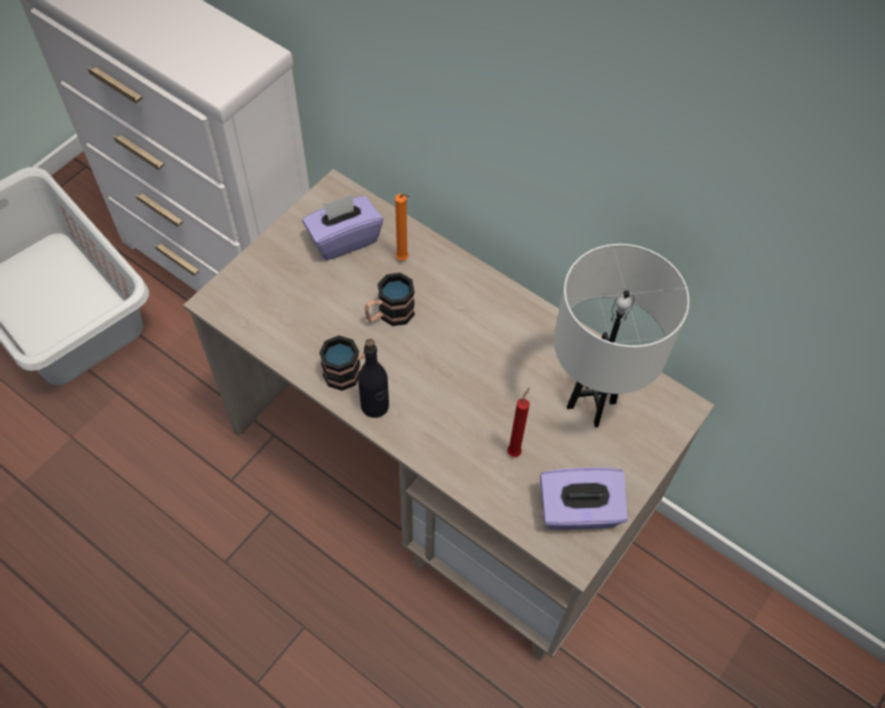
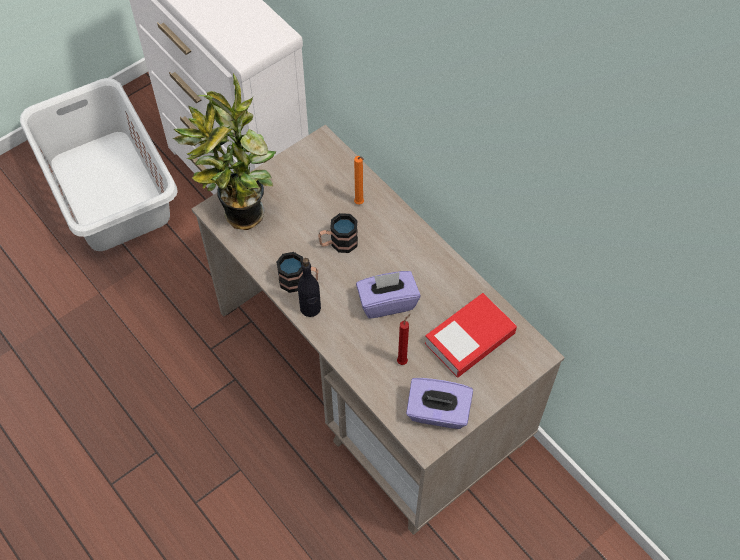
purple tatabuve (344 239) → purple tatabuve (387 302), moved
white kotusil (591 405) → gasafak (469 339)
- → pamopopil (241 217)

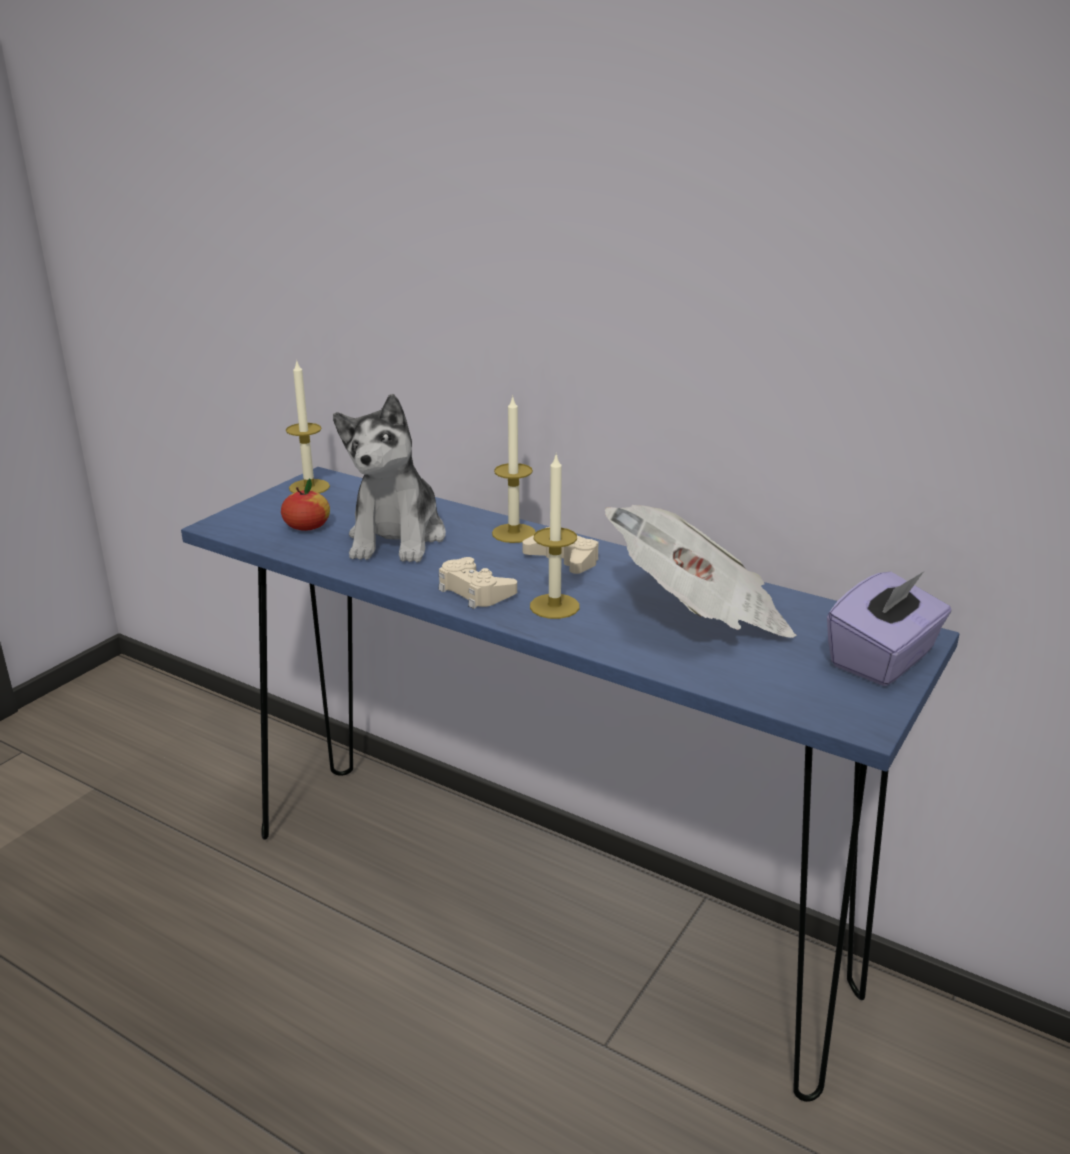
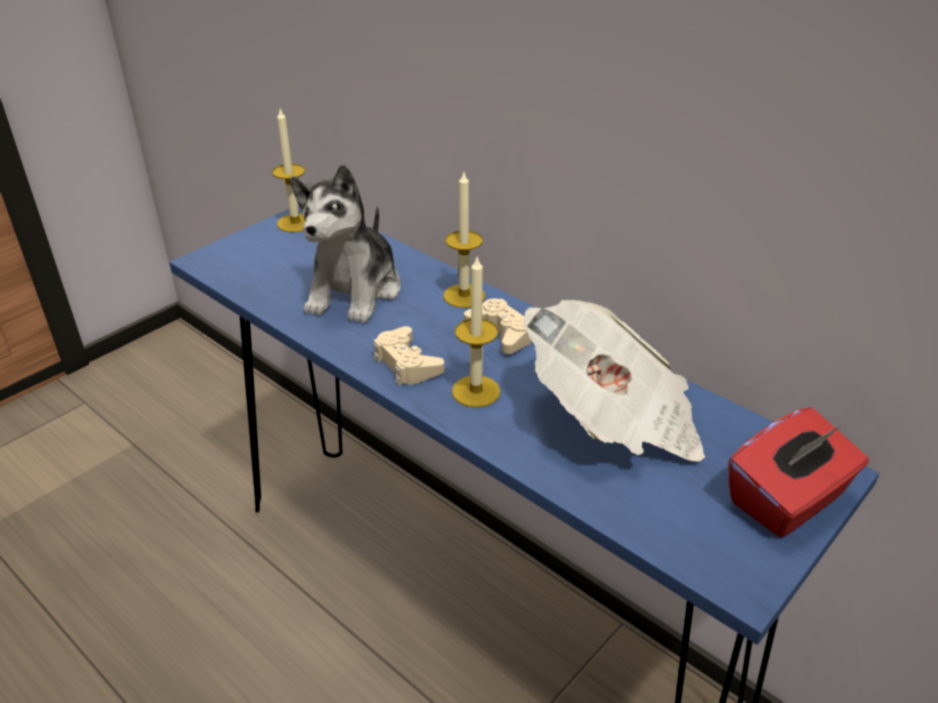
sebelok (307 526) → -
purple tatabuve (883 659) → red tatabuve (788 500)

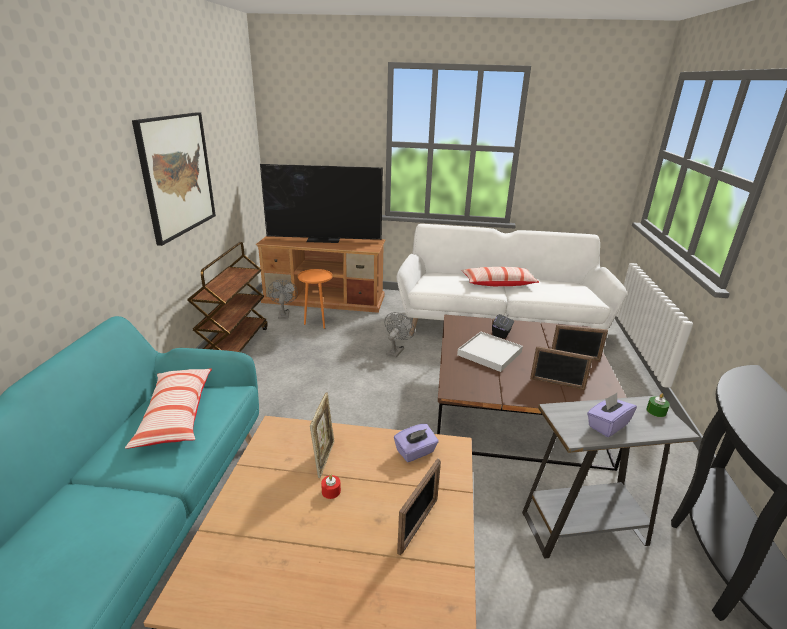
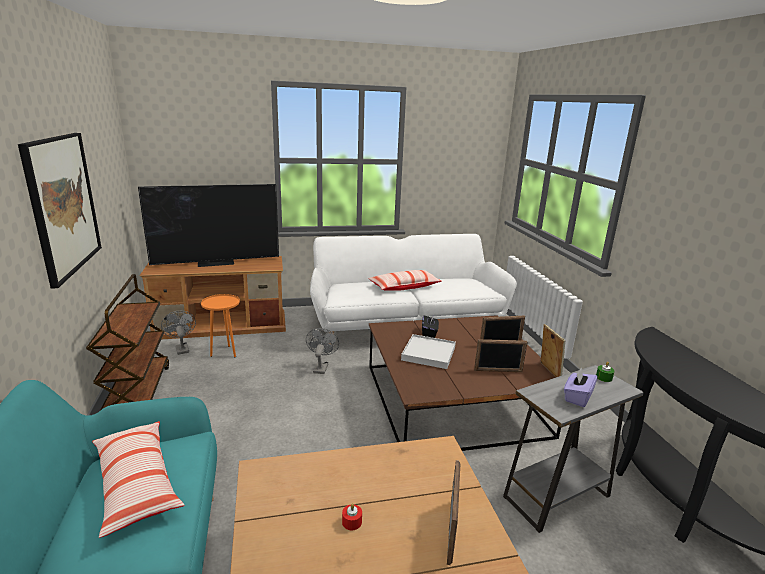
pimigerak (324 458) → pimigerak (548 371), moved
purple tatabuve (415 452) → -

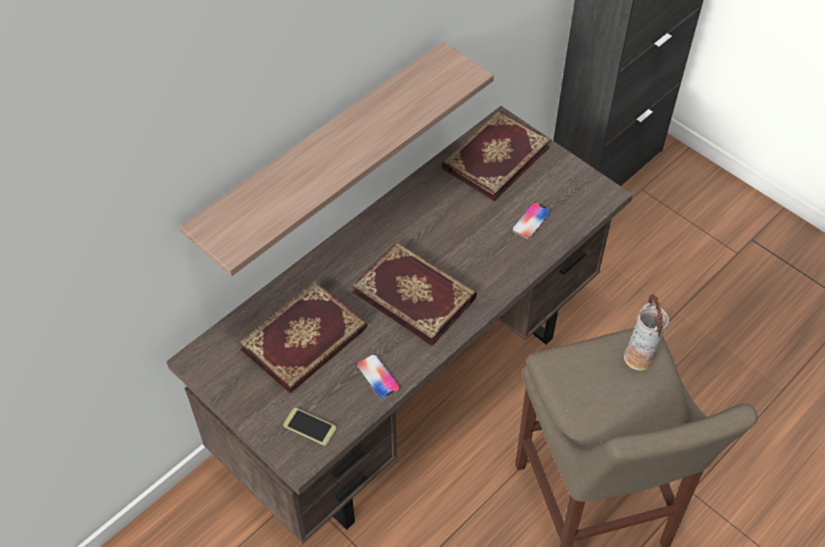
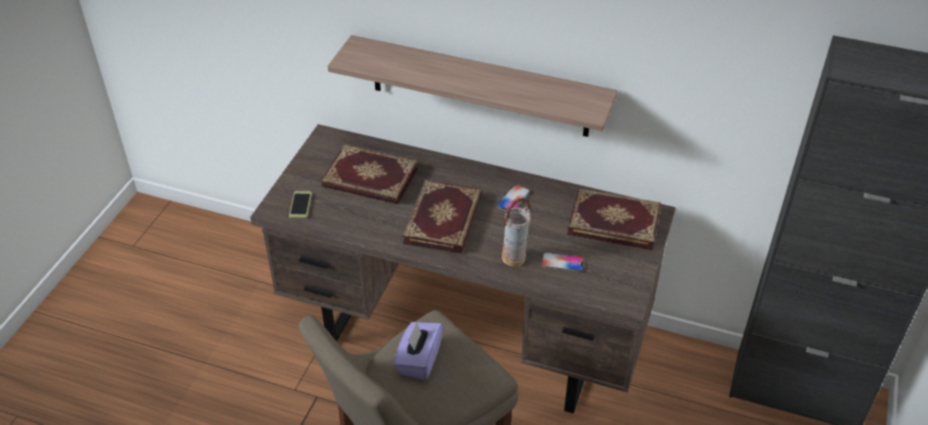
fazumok (639 358) → fazumok (514 259), moved
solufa (378 377) → solufa (513 199), moved
- → purple tatabuve (419 360)

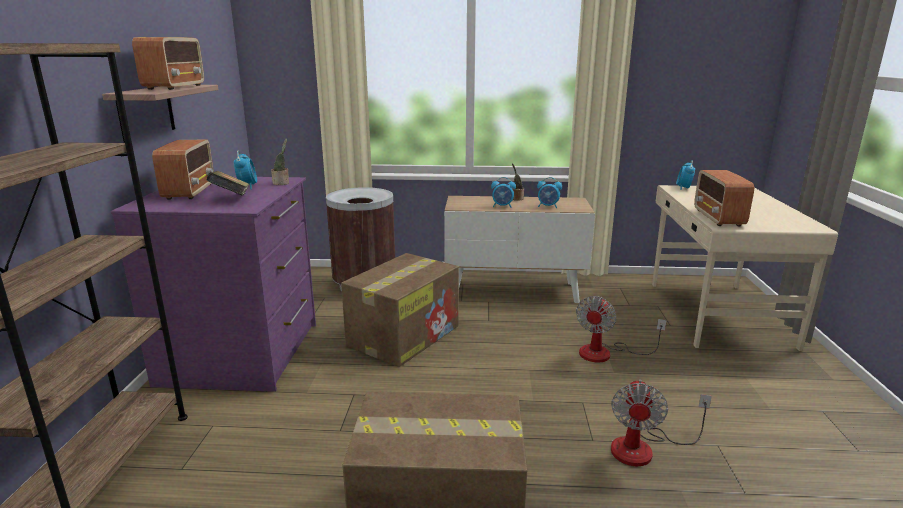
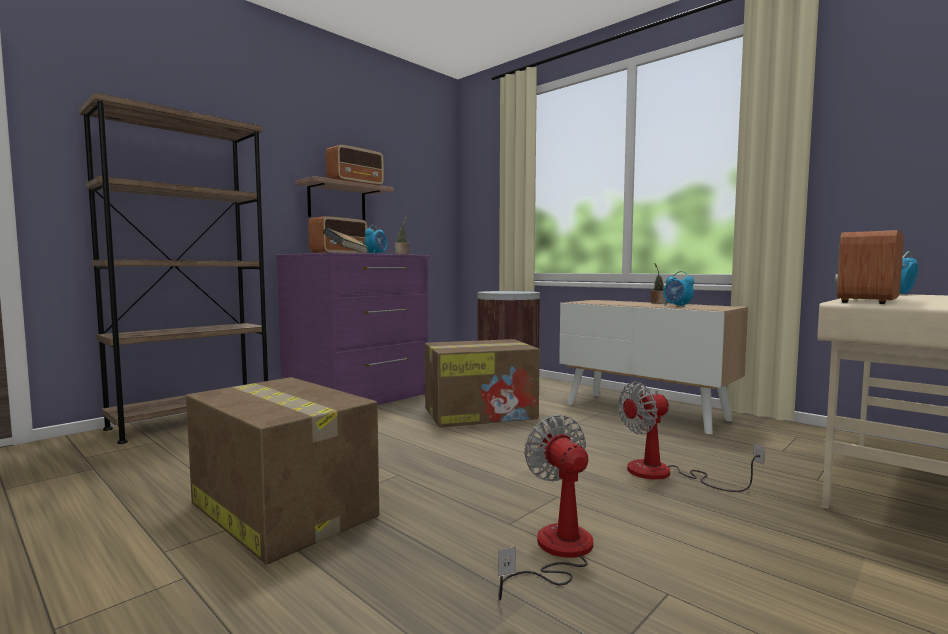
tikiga (502 206) → -
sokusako (644 448) → sokusako (555 552), 105 degrees clockwise

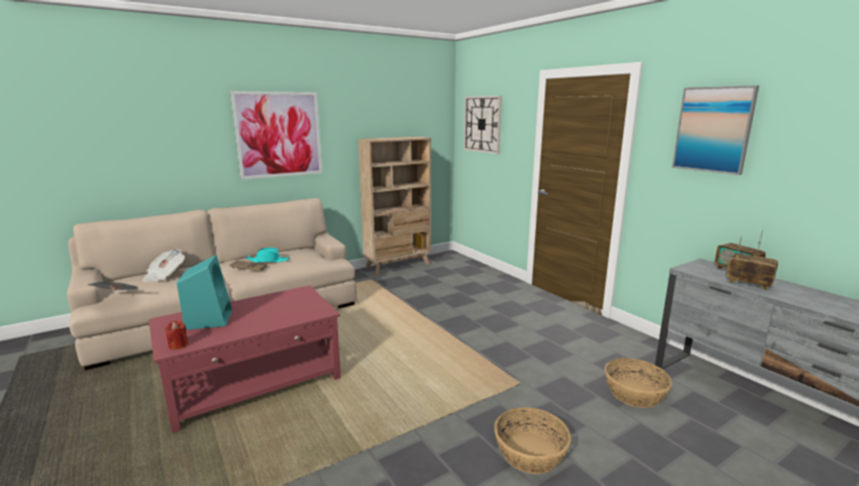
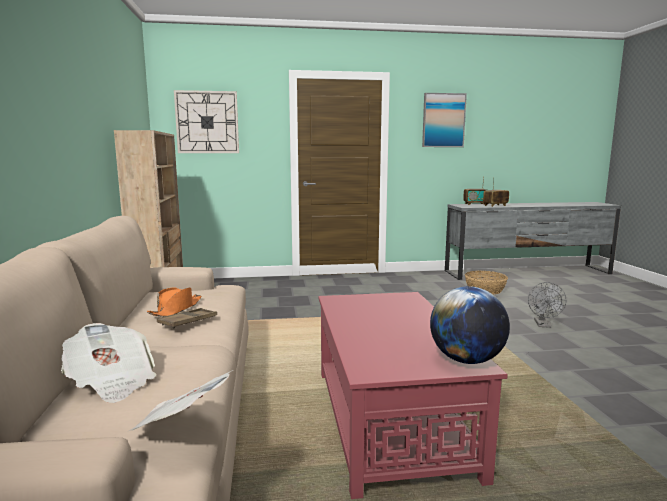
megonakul (279 135) → -
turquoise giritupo (268 261) → orange giritupo (176 309)
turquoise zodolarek (209 319) → -
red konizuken (178 345) → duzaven (466 360)
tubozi (531 453) → grey sokusako (543 325)

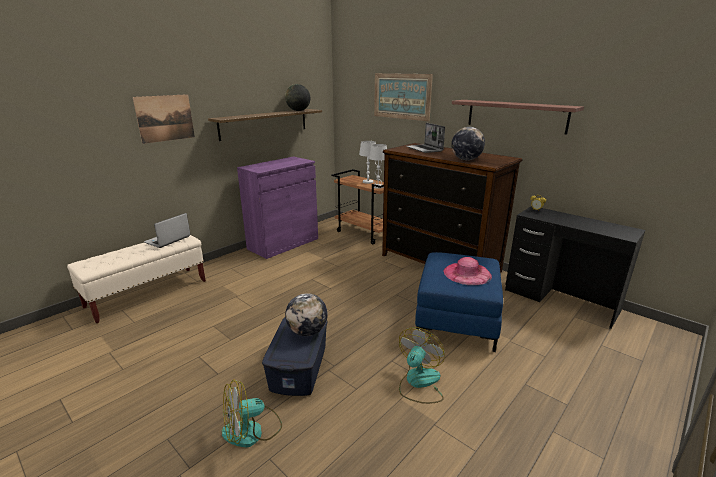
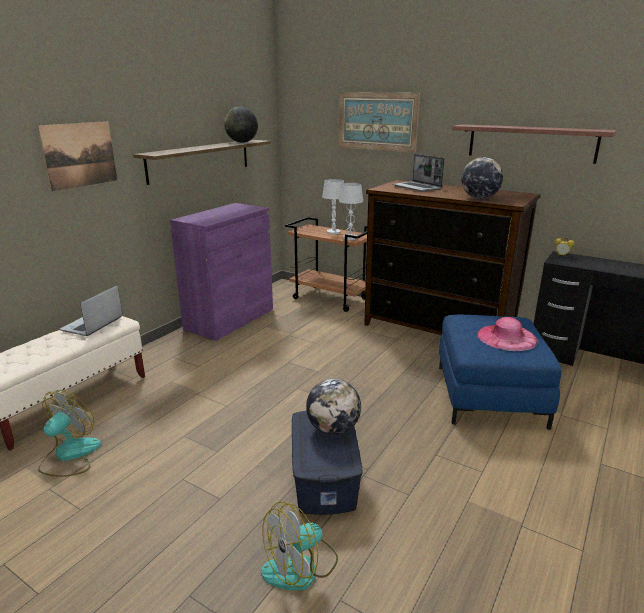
sokusako (419 383) → sokusako (69 455), moved

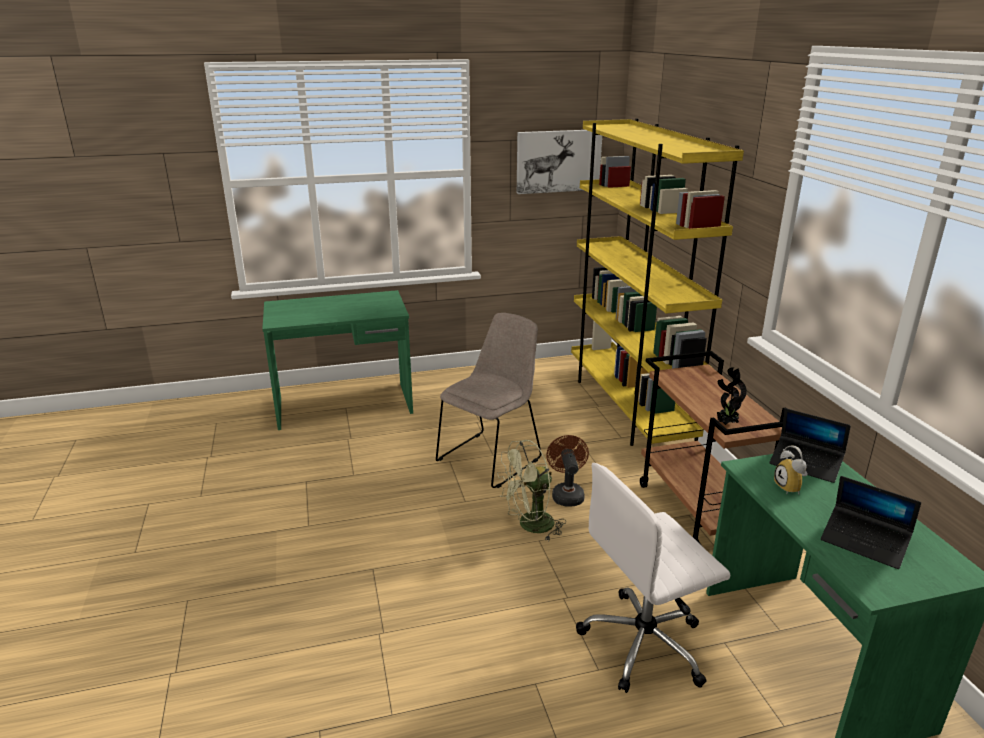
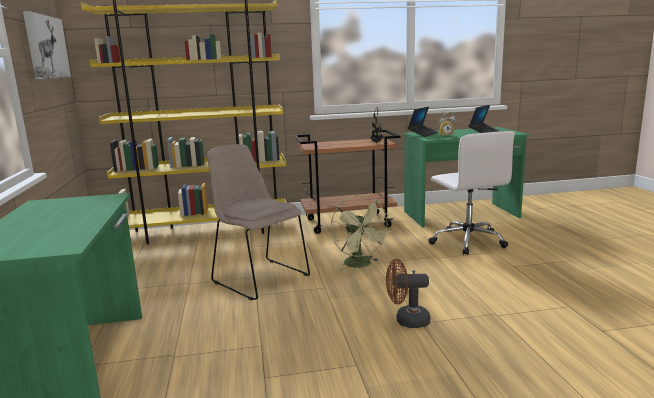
brown sokusako (566 494) → brown sokusako (407 321), moved

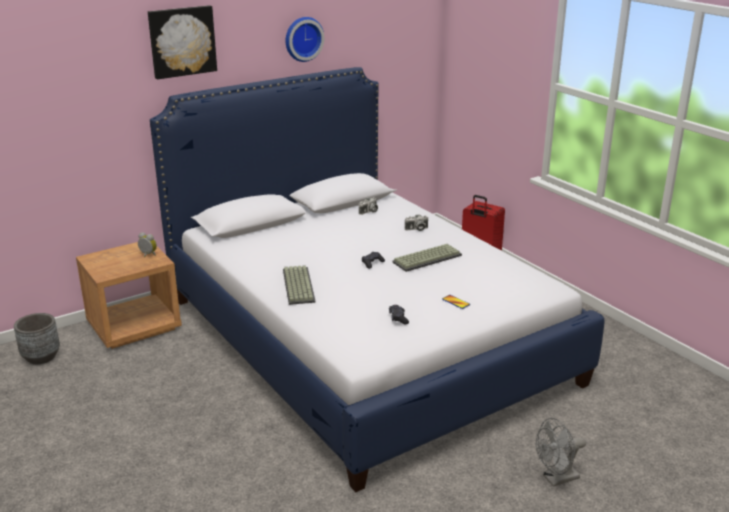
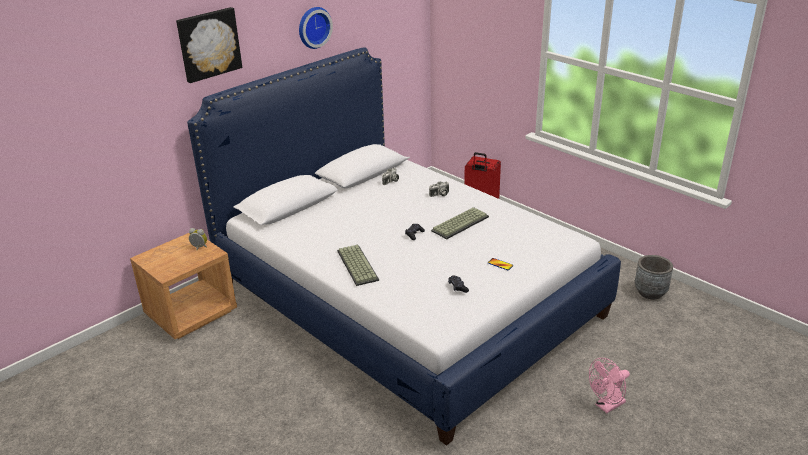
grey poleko (41 357) → grey poleko (650 292), moved
grey sokusako (556 479) → pink sokusako (607 406)

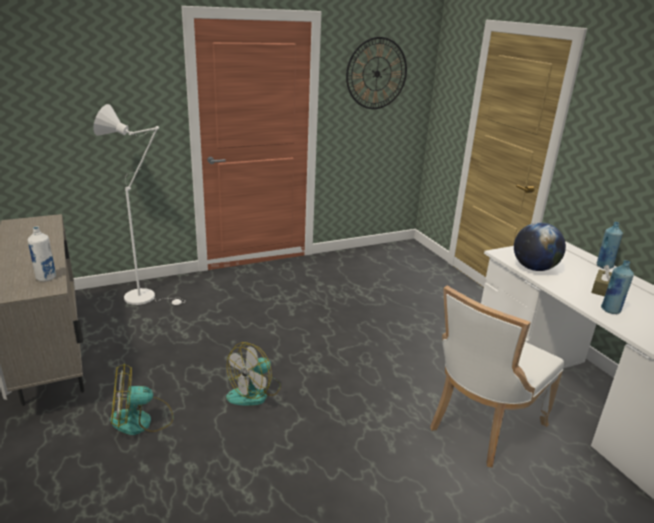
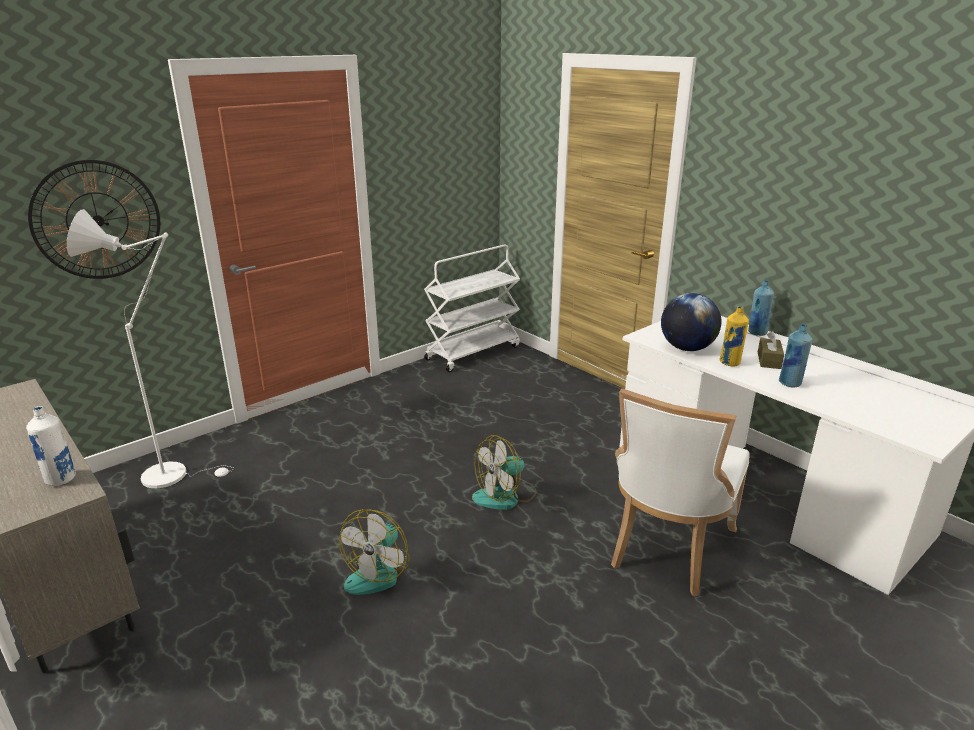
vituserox (377 73) → vituserox (97 220), moved
sokusako (141 420) → sokusako (505 496), moved
- → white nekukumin (473 352)
- → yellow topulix (730 363)

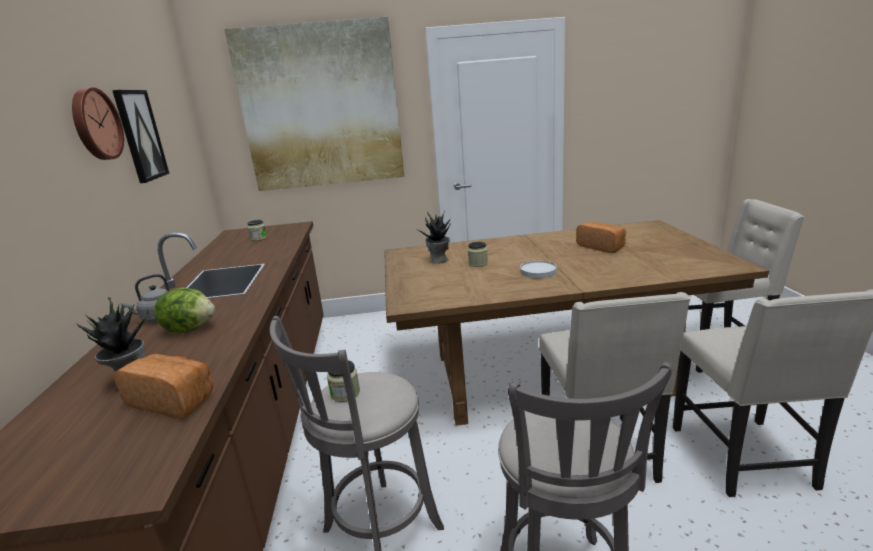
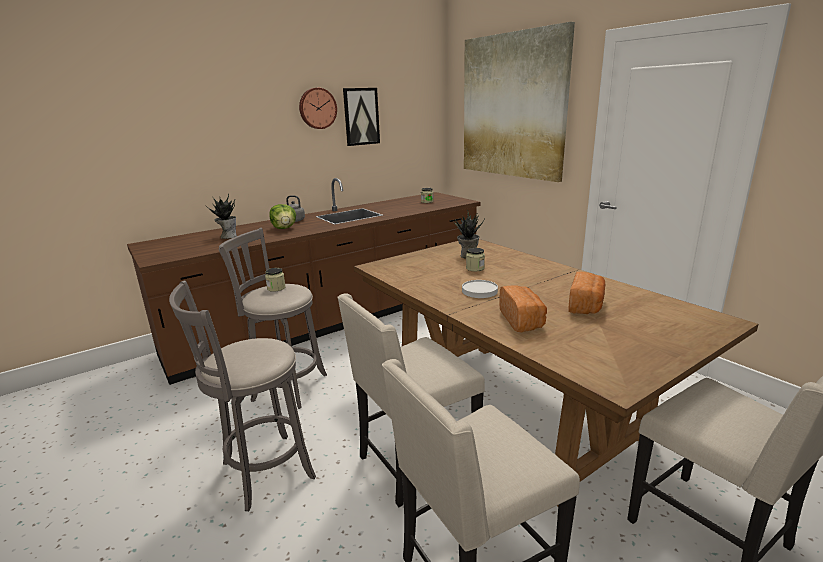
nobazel (174 400) → nobazel (522 320), moved

